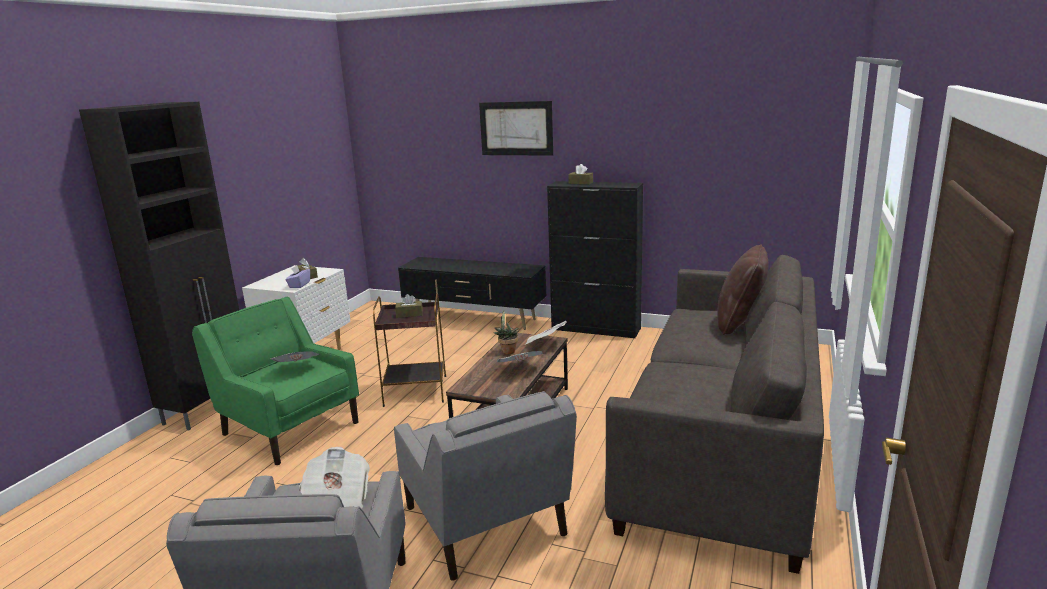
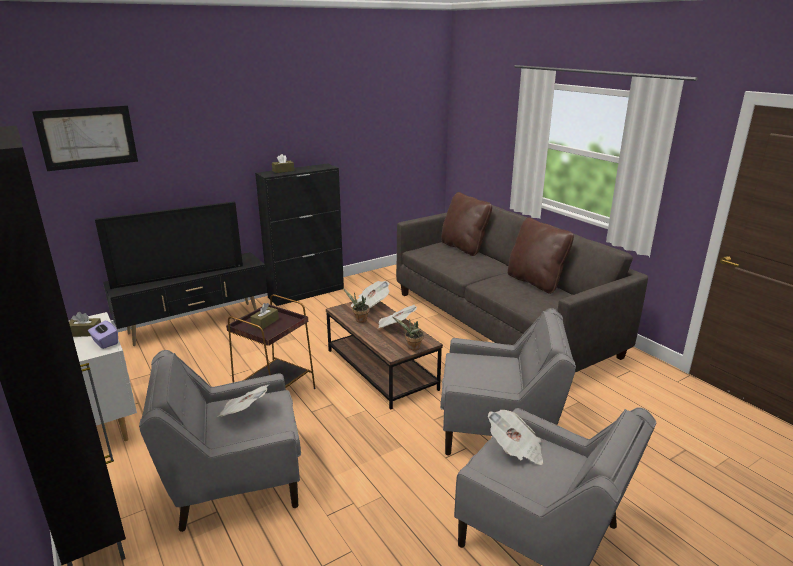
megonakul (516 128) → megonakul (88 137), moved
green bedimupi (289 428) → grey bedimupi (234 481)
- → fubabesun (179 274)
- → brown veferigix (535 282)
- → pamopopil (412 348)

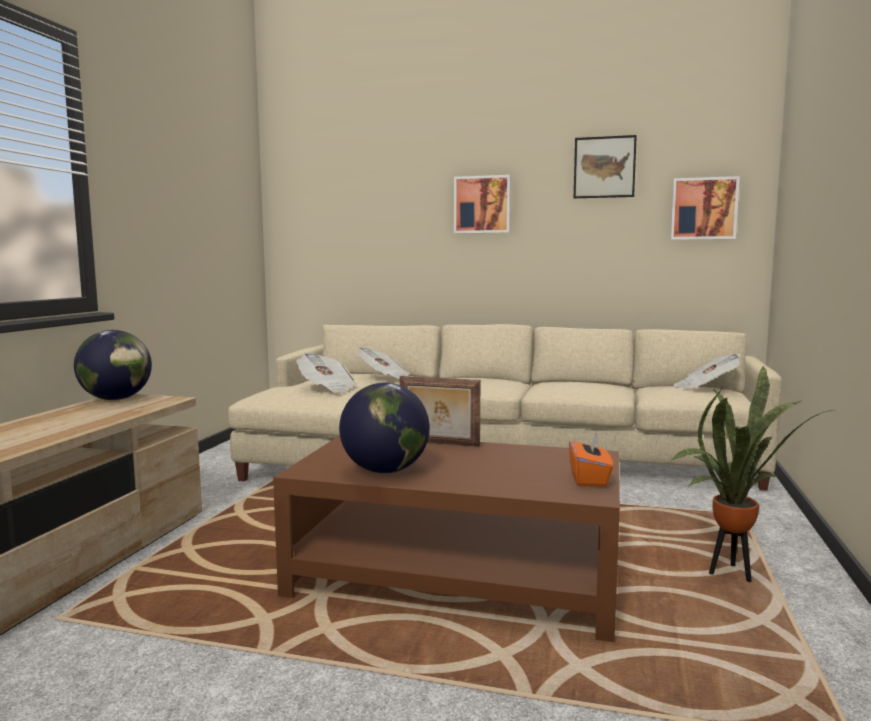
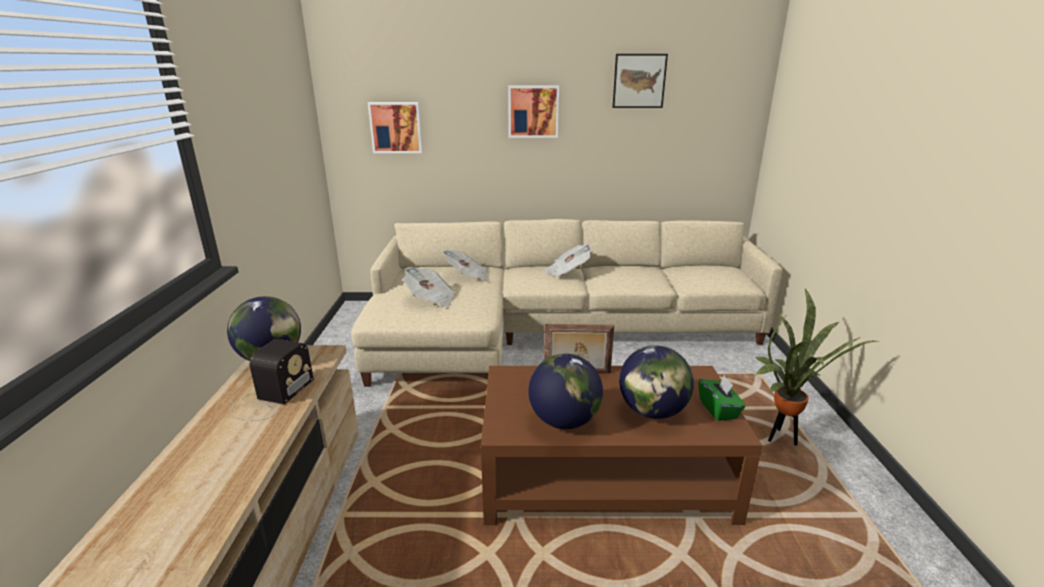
megonakul (703 209) → megonakul (396 127), moved
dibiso (706 388) → dibiso (567 272), moved
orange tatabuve (589 479) → green tatabuve (718 409)
- → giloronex (271 398)
- → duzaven (652 411)

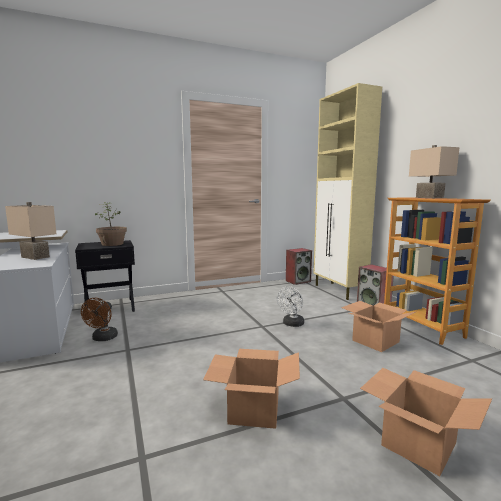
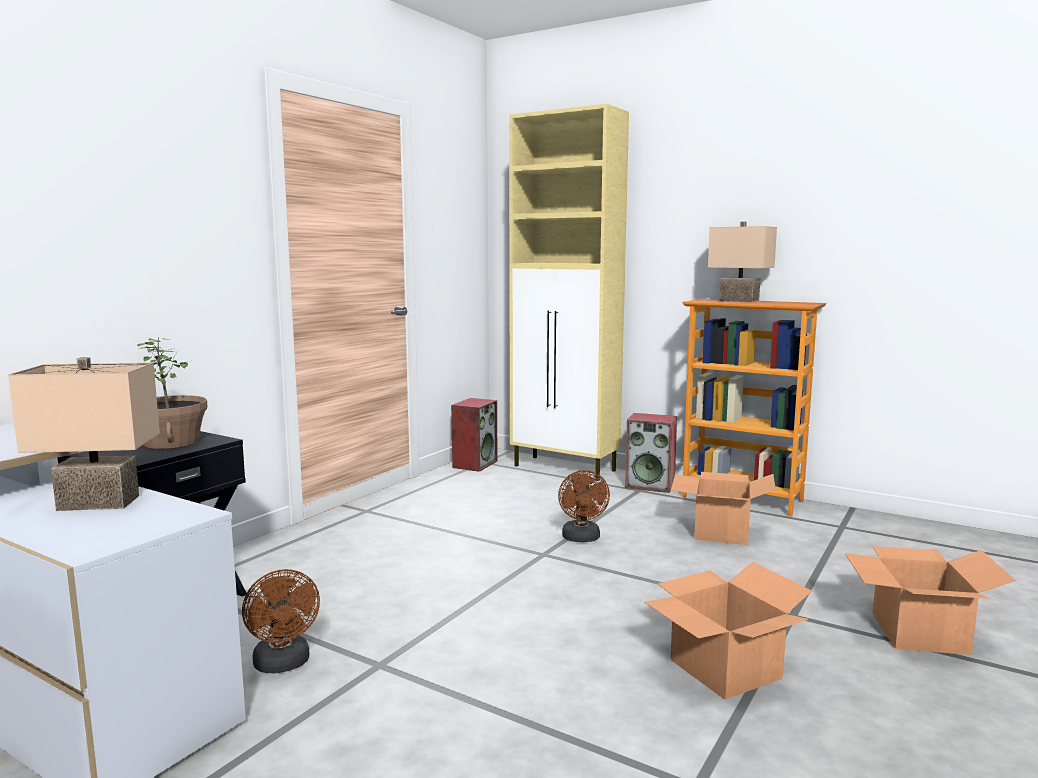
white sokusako (292 324) → brown sokusako (582 539)

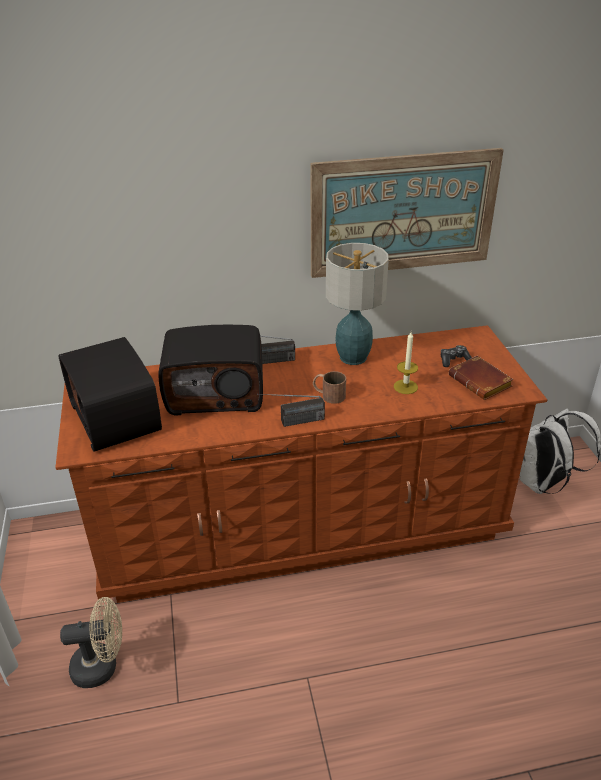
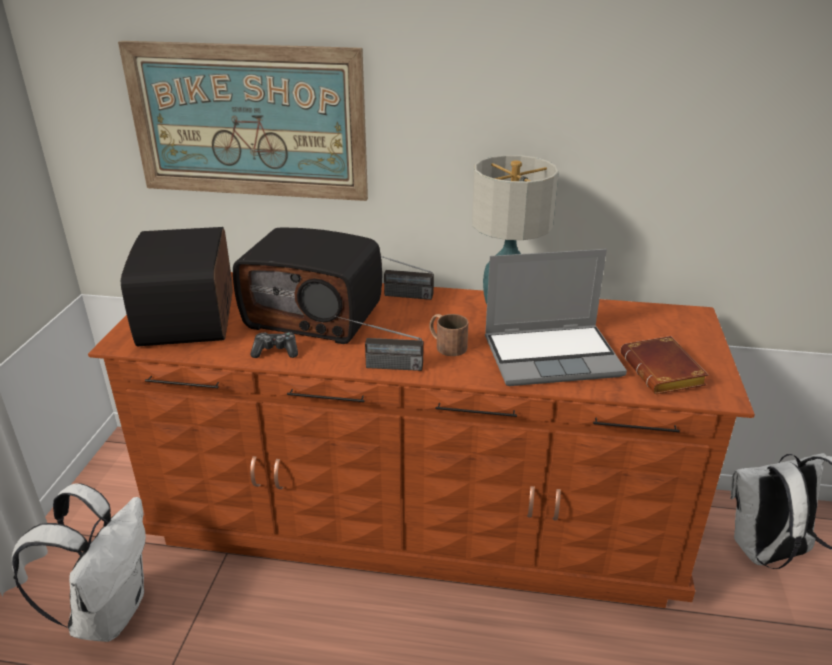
megonakul (403 213) → megonakul (248 122), moved
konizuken (405 387) → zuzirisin (553 356)
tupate (453 360) → tupate (276 351), moved
beige sokusako (102 666) → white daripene (109 612)

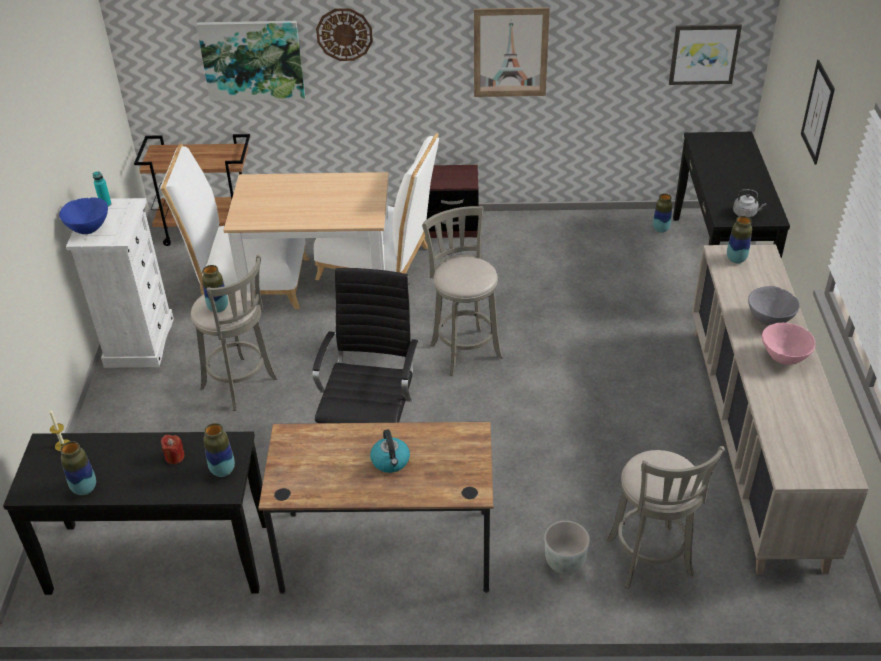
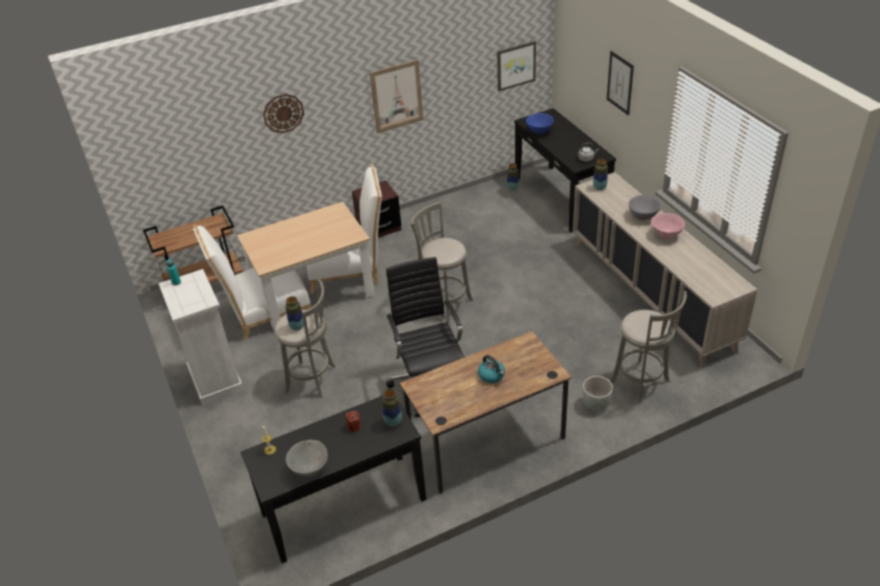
megonakul (252 60) → -
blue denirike (89 229) → blue denirike (539 131), moved
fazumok (84 488) → grey denirike (310 469)

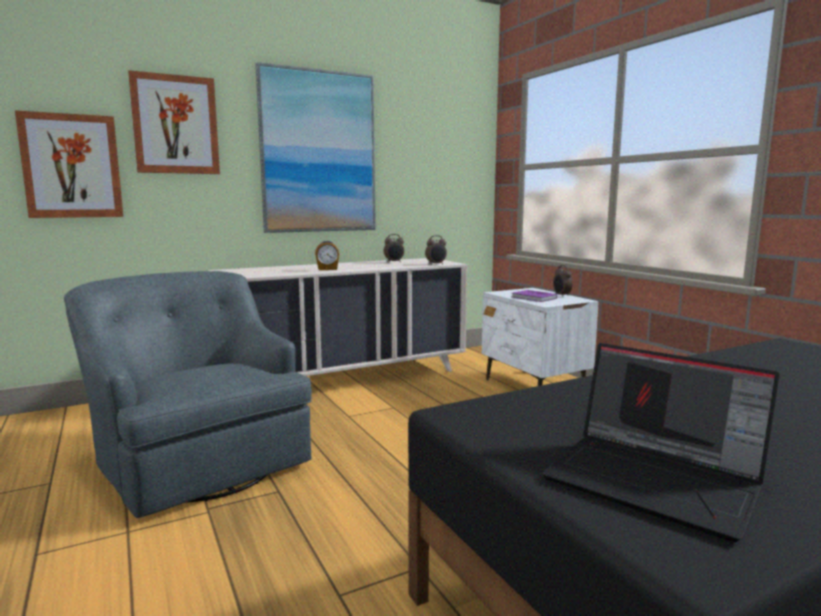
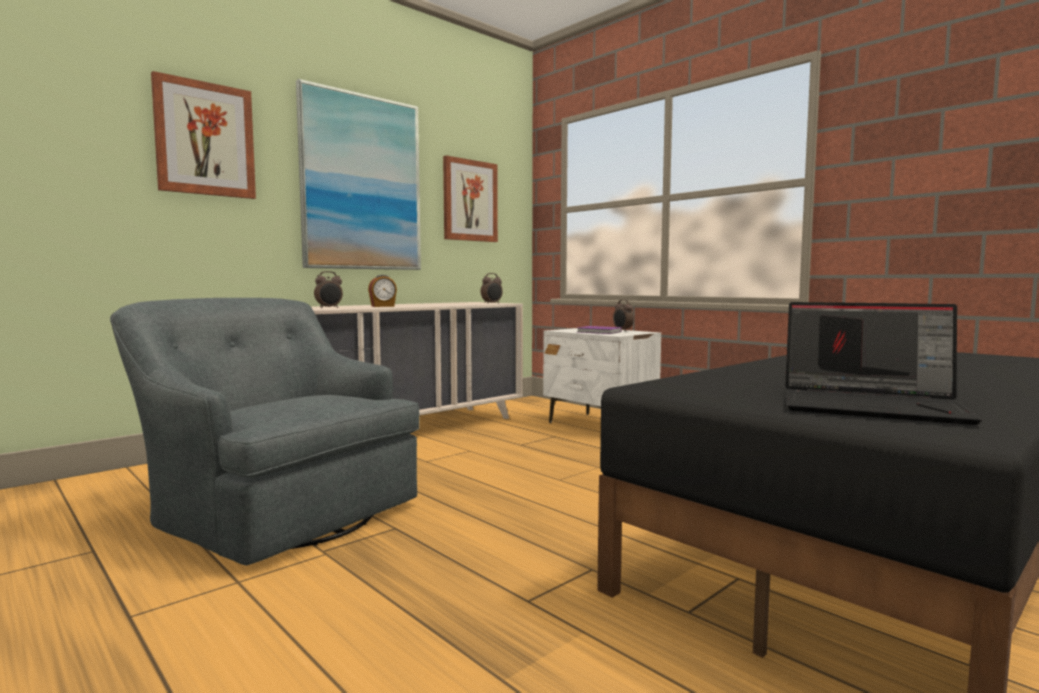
megonakul (72 166) → megonakul (470 201), moved
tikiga (394 262) → tikiga (329 308), moved

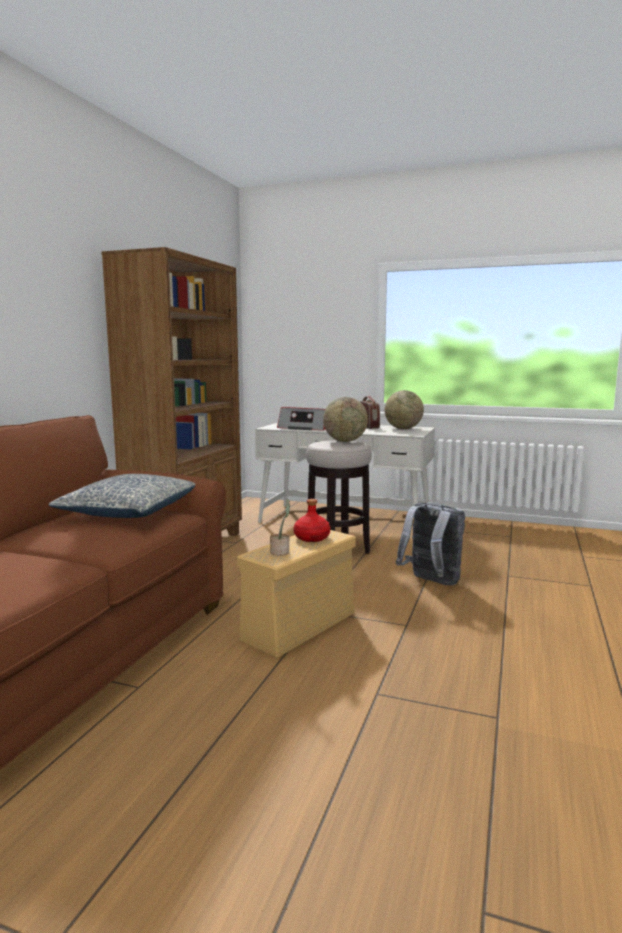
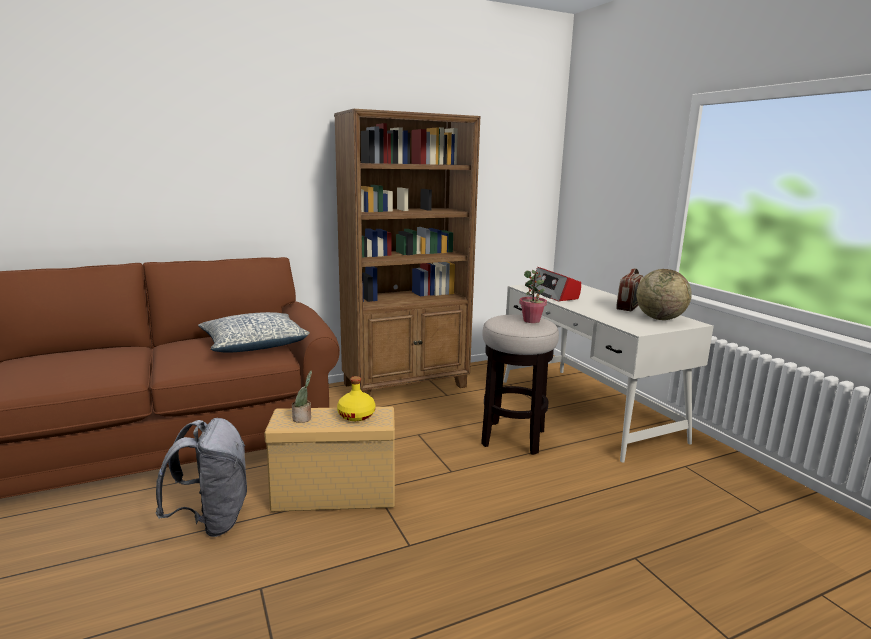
duzaven (345 441) → pamopopil (531 321)
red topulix (311 538) → yellow topulix (356 415)
grey daripene (431 582) → grey daripene (212 520), moved

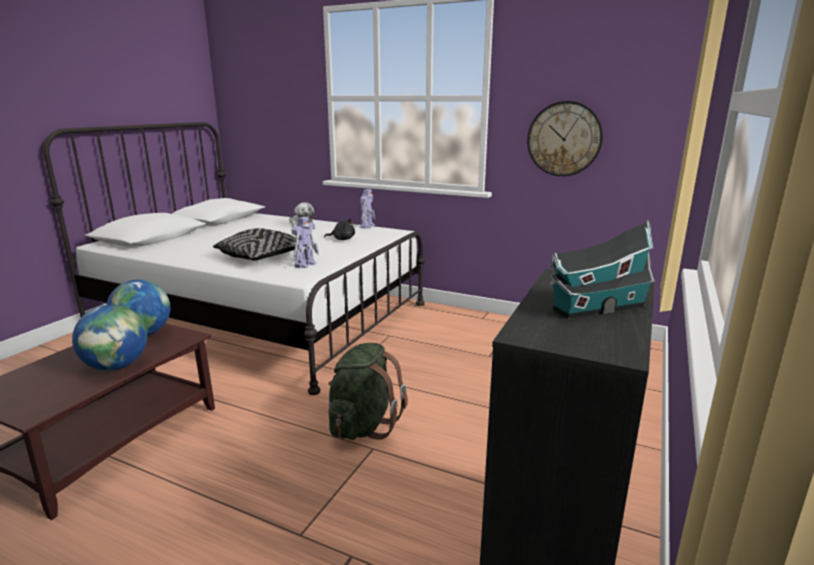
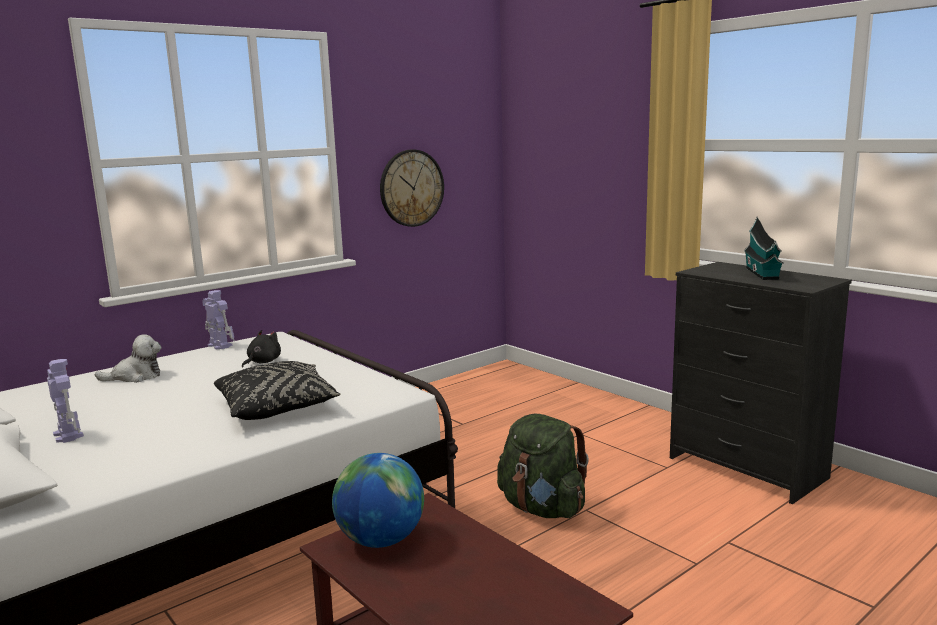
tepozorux (305 264) → tepozorux (68 435), moved
duzaven (117 366) → -

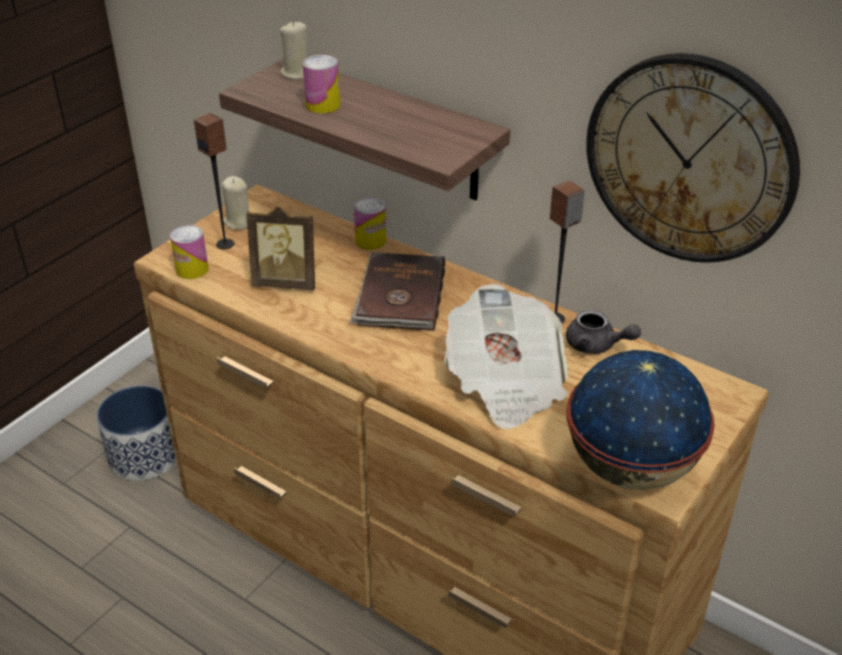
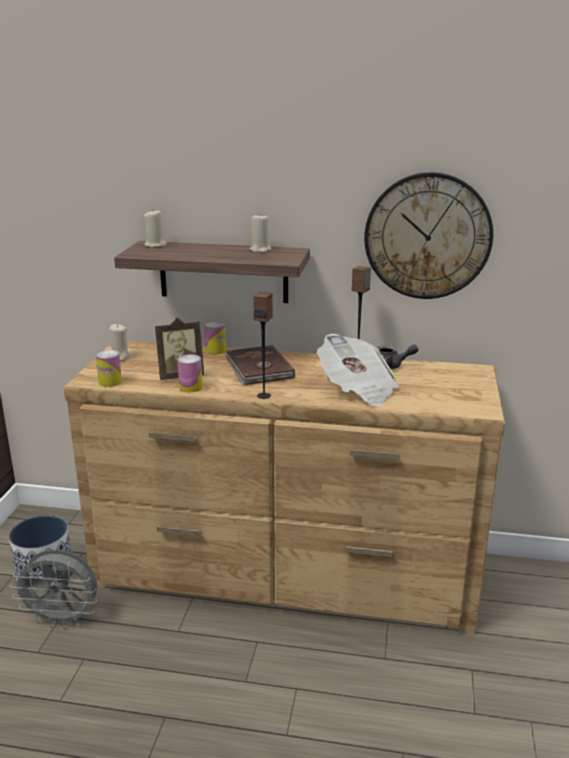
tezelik (323 105) → tezelik (190 387), moved
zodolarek (225 244) → zodolarek (264 395), moved
duzaven (631 468) → -
- → beige konizuken (260 250)
- → grey sokusako (63 619)

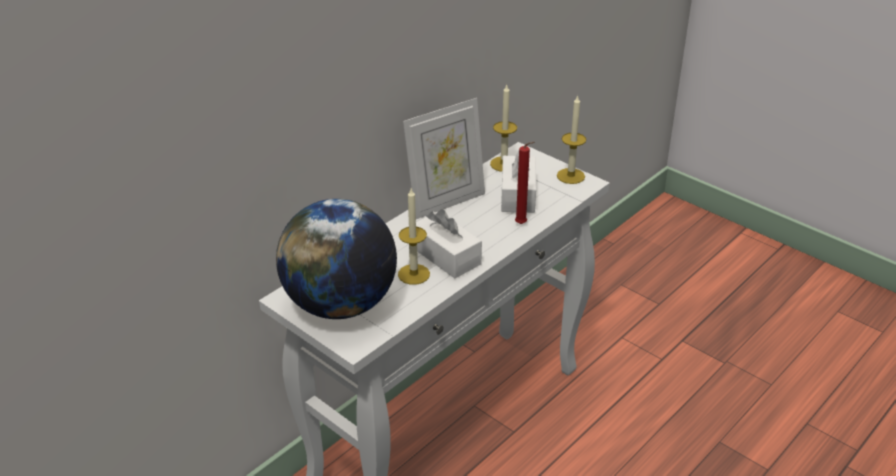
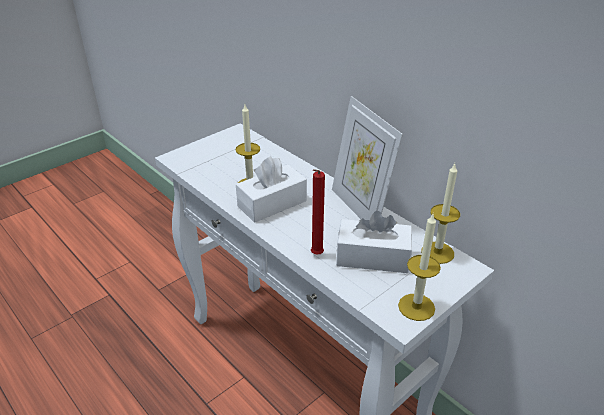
duzaven (340 305) → -

